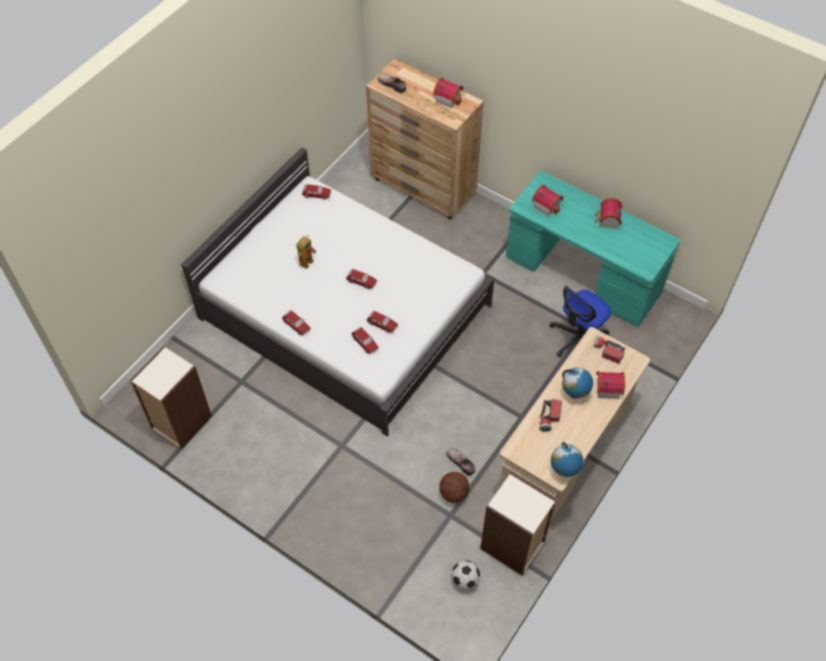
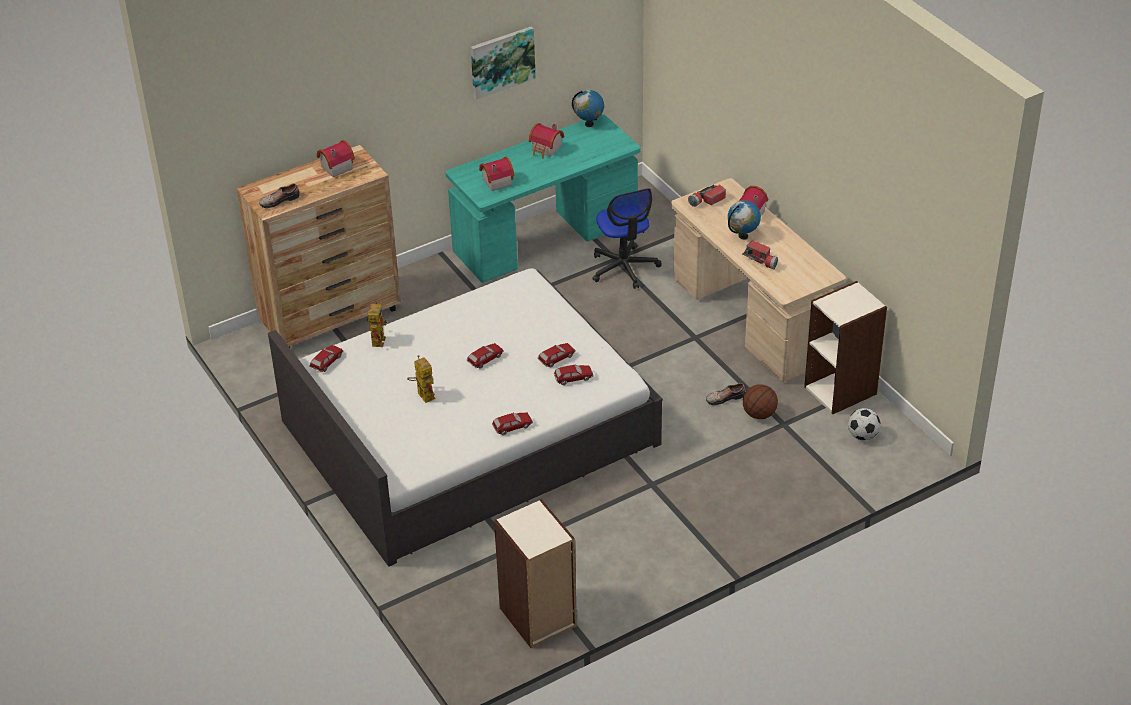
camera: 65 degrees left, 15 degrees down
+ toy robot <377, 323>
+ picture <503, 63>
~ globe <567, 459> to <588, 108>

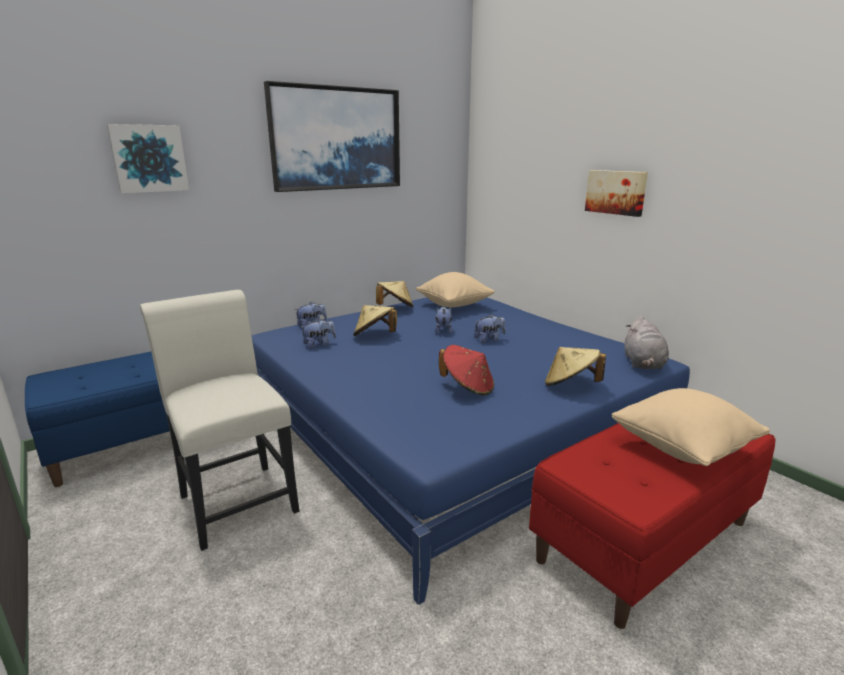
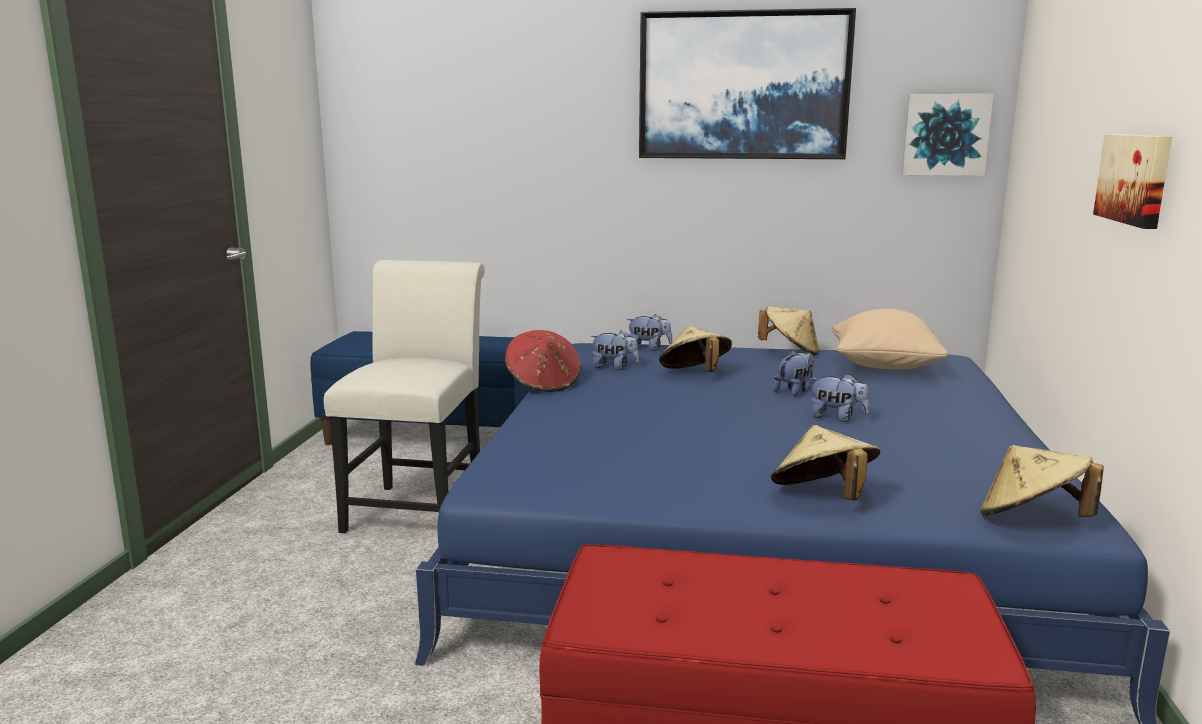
camera: 45 degrees right, 5 degrees down
- beige pillow <691, 427>
~ picture <148, 158> to <947, 135>
~ red hat <466, 370> to <543, 361>
~ grey plush toy <646, 343> to beige hat <1042, 481>

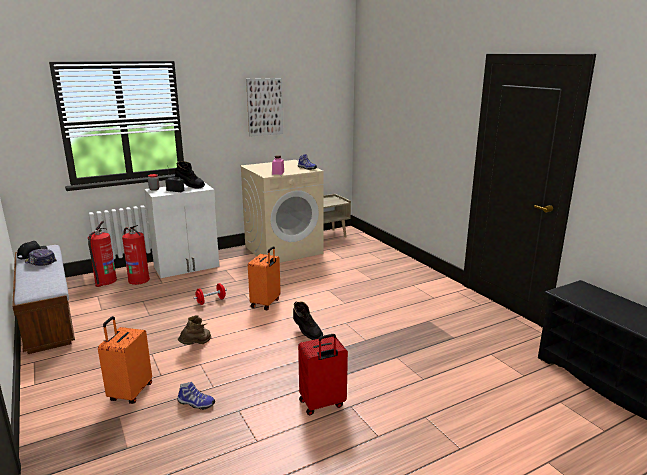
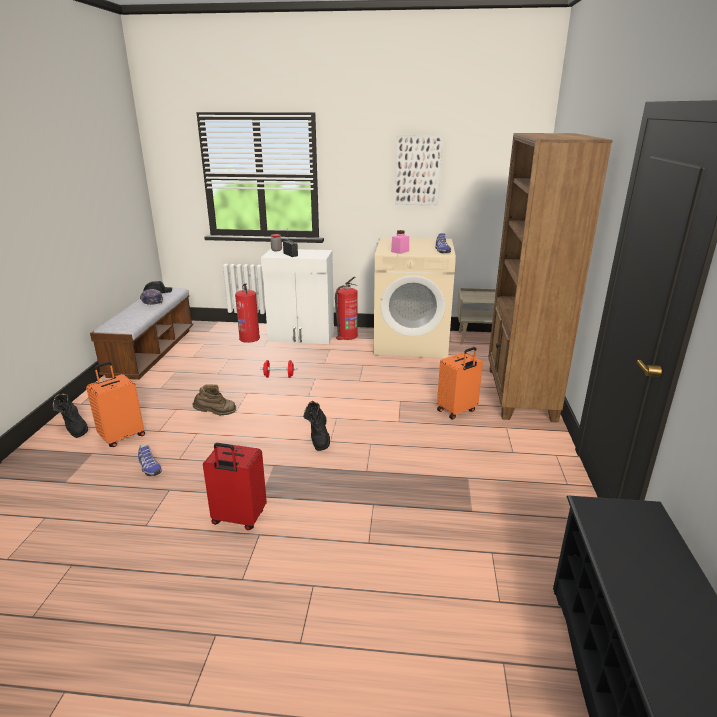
camera: 35 degrees right, 5 degrees up
+ brown bookcase <550, 277>
~ fire extinguisher <102, 254> to <346, 308>
~ black boot <190, 175> to <70, 416>
~ orange suitcase <264, 278> to <460, 383>

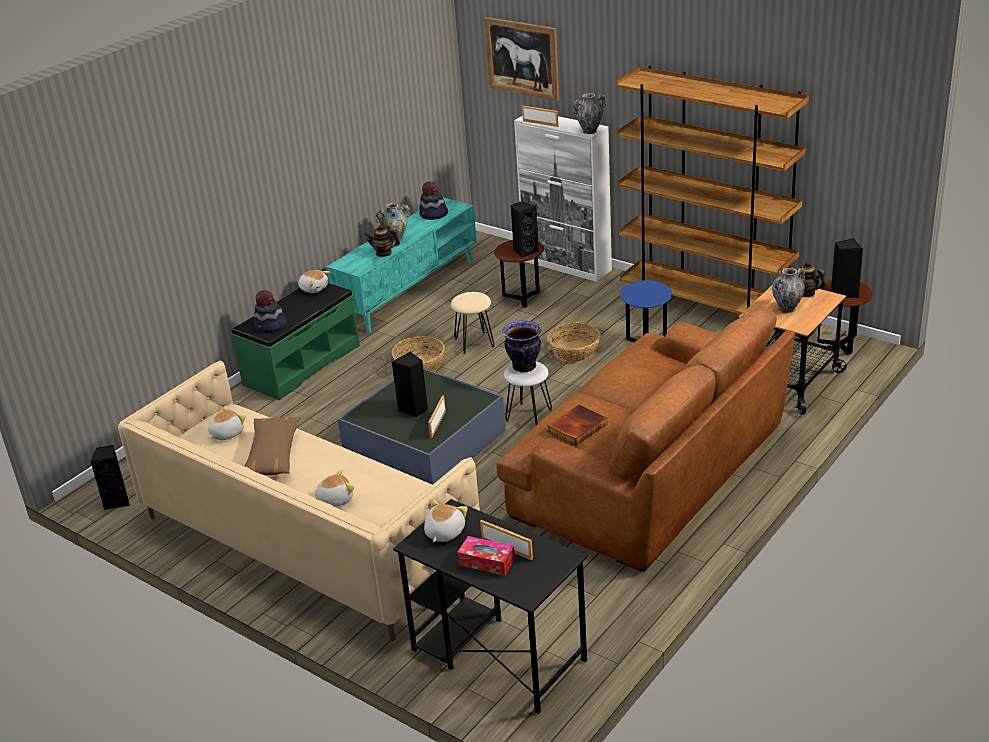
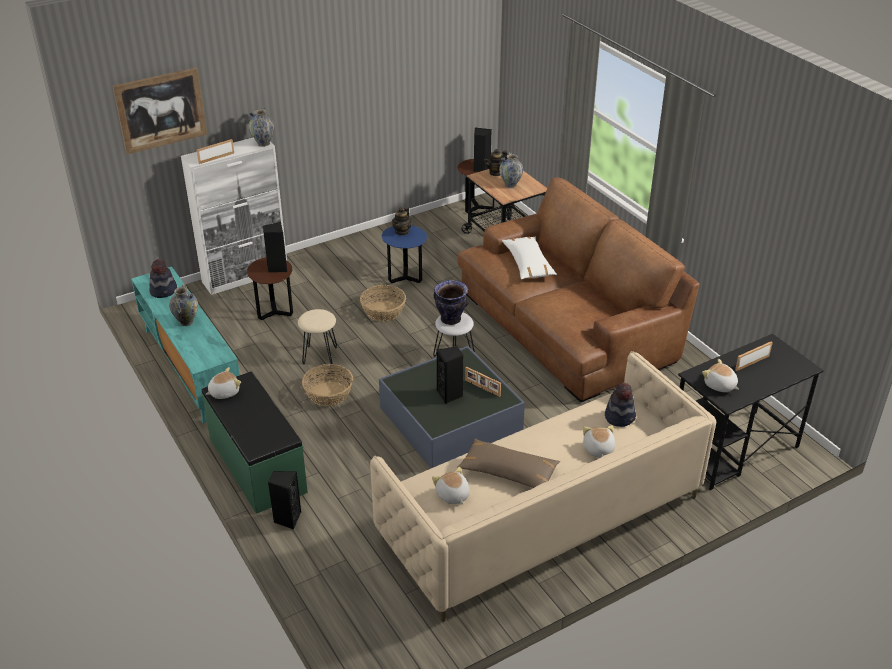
camera: 70 degrees left, 5 degrees up
- tissue box <486, 556>
- book <577, 425>
- brown bookcase <712, 190>
+ white pillow <529, 258>
~ black speaker <110, 478> to <284, 500>
~ hat <270, 311> to <620, 405>
~ teapot <382, 241> to <401, 221>

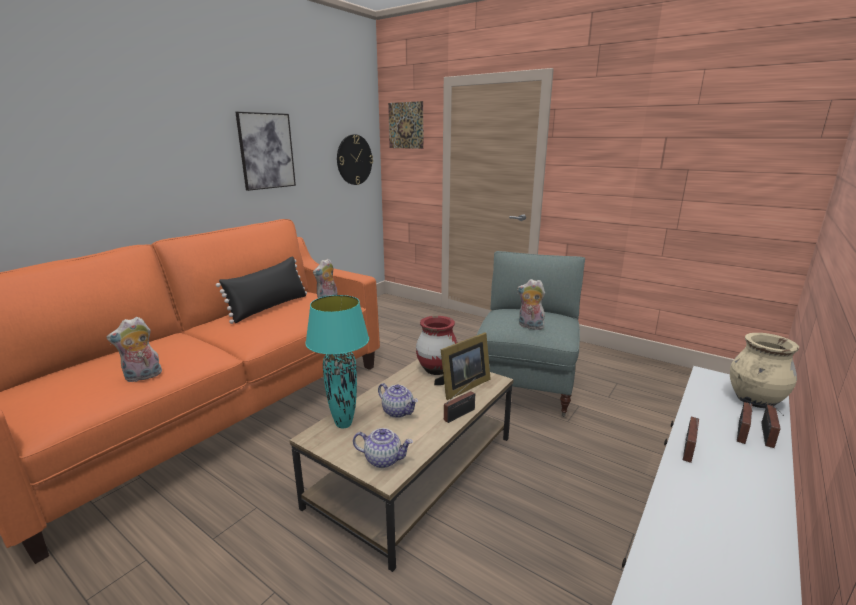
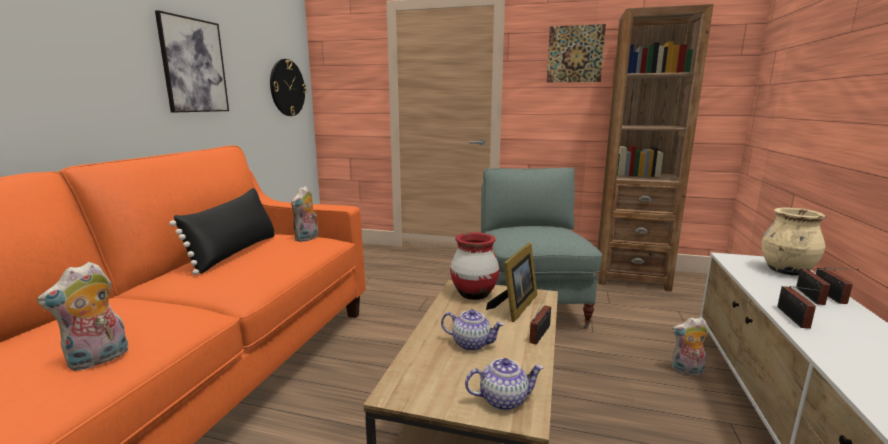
camera: 20 degrees left, 5 degrees down
- turquoise table lamp <337, 362>
+ brown bookcase <655, 148>
~ picture <405, 125> to <576, 53>
~ plush toy <531, 304> to <690, 347>

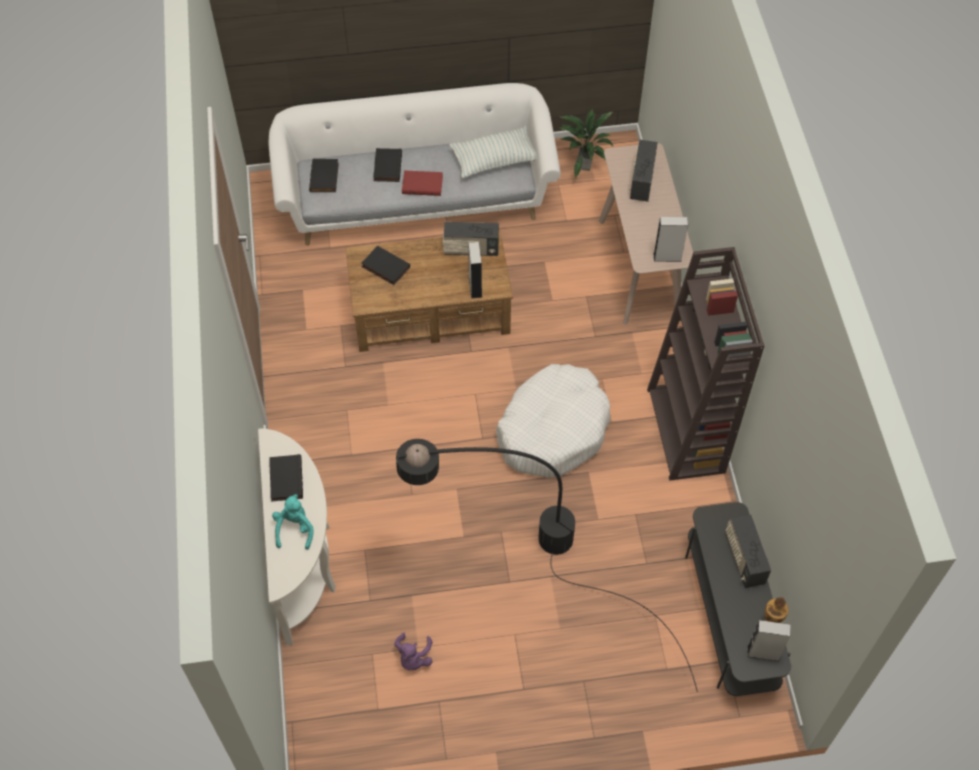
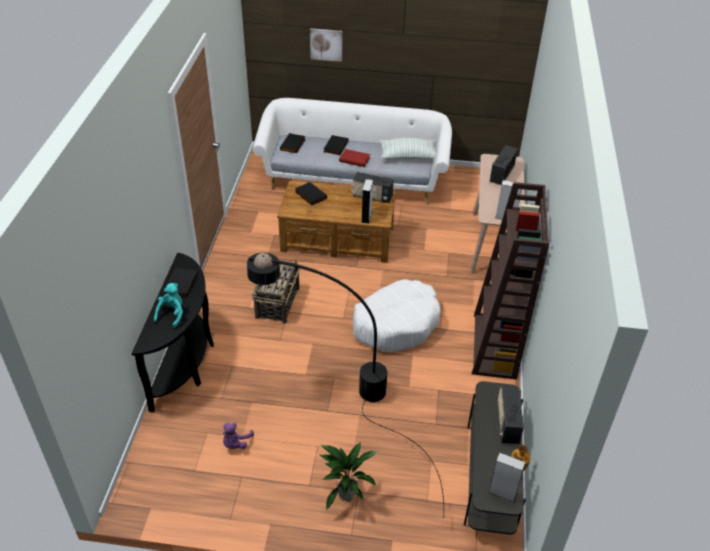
camera: 15 degrees right, 15 degrees down
+ basket <276, 292>
+ picture <326, 45>
~ potted plant <587, 143> to <349, 476>
~ white console table <297, 536> to black console table <173, 332>

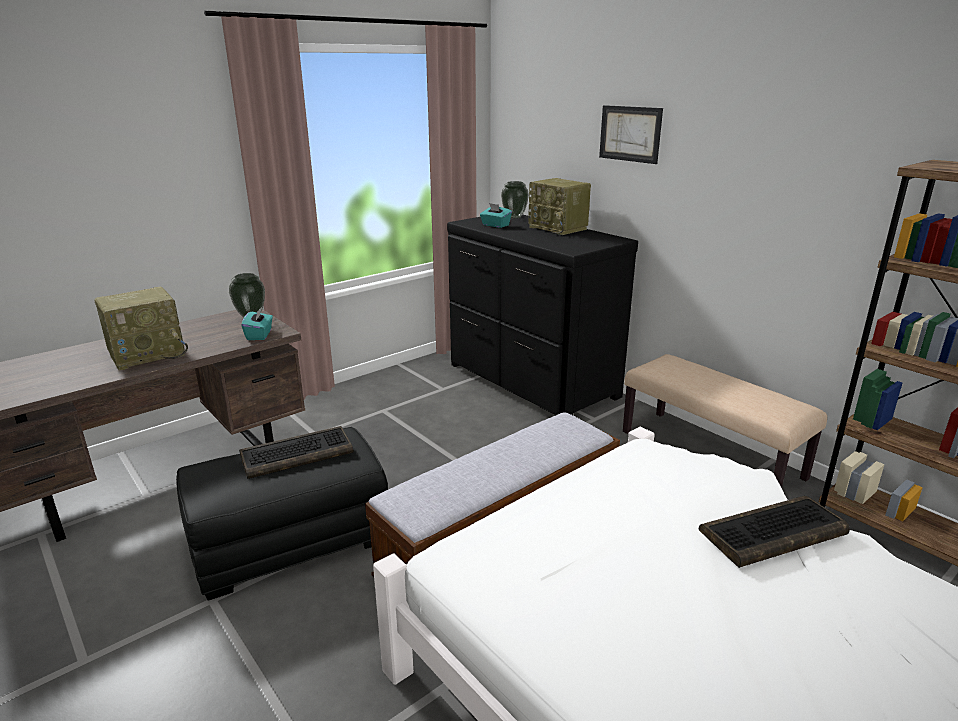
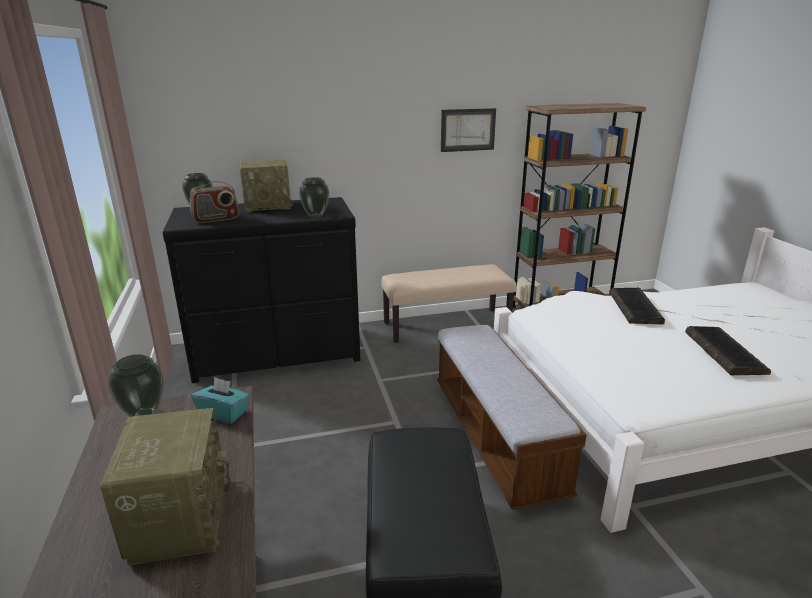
camera: 65 degrees left, 0 degrees up
+ vase <314, 197>
~ keyboard <296, 452> to <728, 350>
~ picture <631, 134> to <468, 130>
~ turquoise tissue box <496, 215> to radio <214, 202>

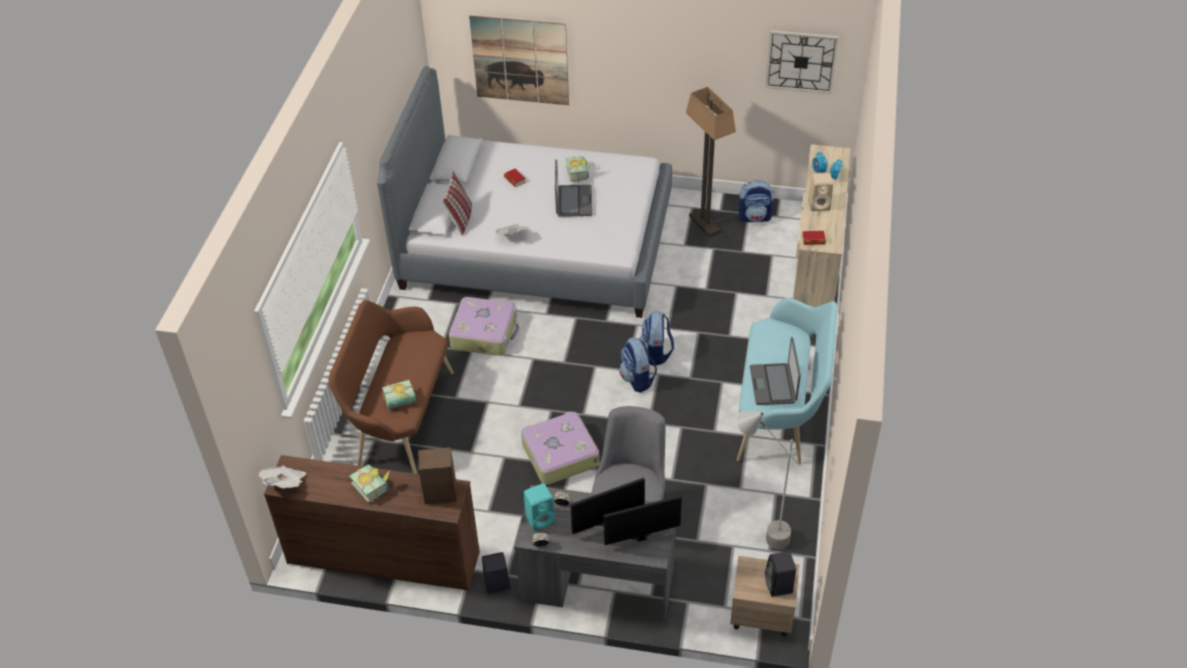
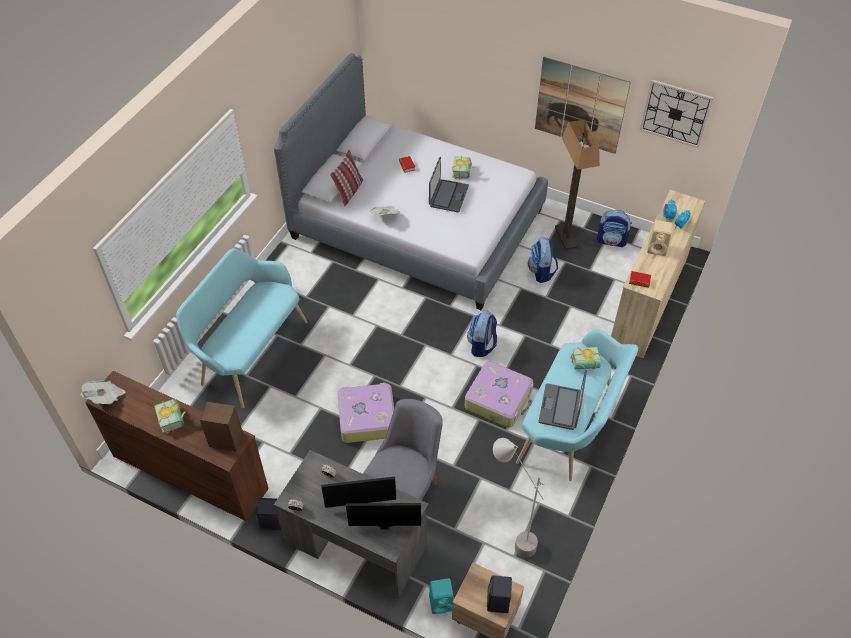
camera: 15 degrees right, 5 degrees up
~ book <399, 394> to <586, 358>
~ suitcase <484, 326> to <499, 394>
~ picture <519, 60> to <583, 105>
~ turquoise speaker <540, 507> to <441, 596>
~ backpack <638, 365> to <543, 260>
~ brown bench <391, 387> to turquoise bench <241, 328>

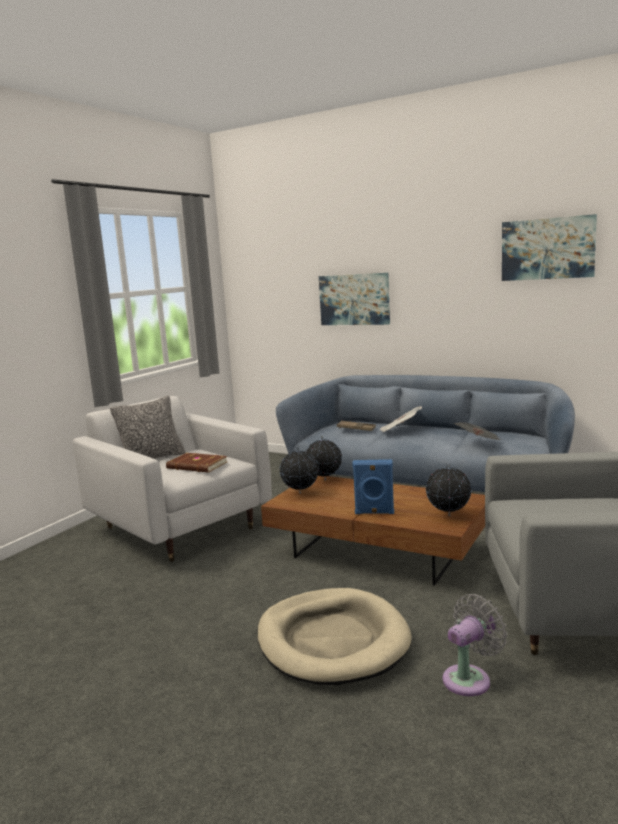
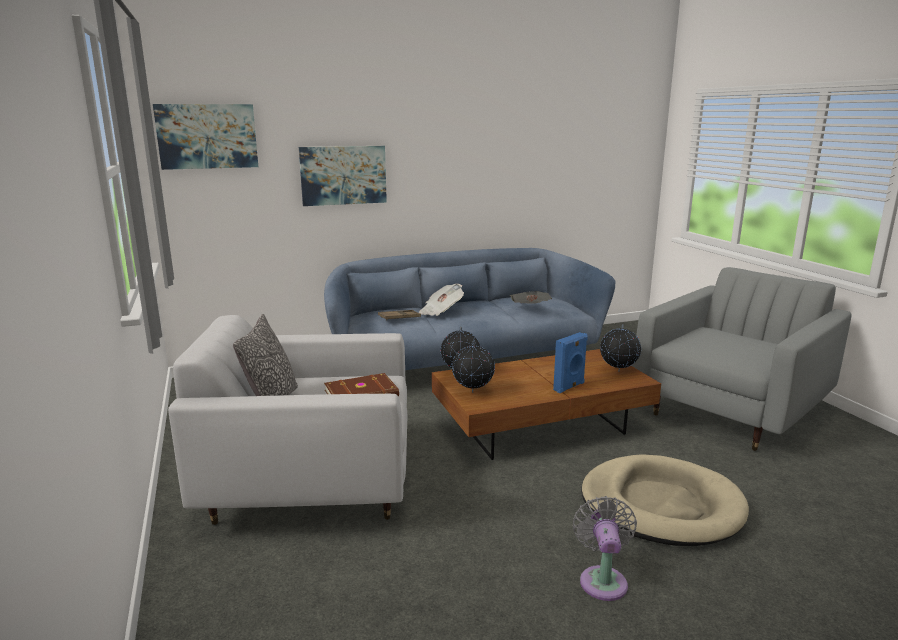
camera: 50 degrees left, 5 degrees up
~ grey fan <475, 645> to <605, 548>
~ picture <549, 247> to <205, 137>

